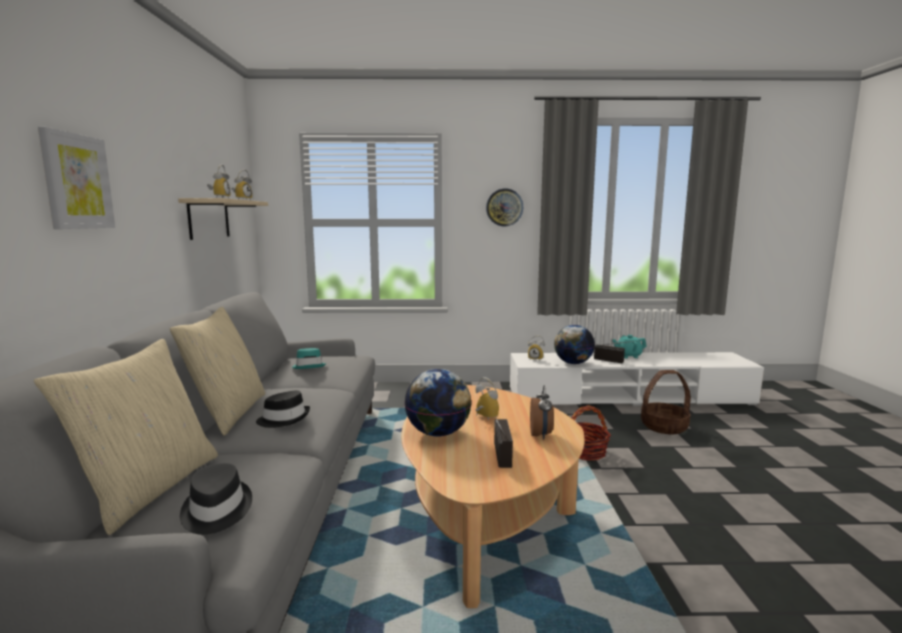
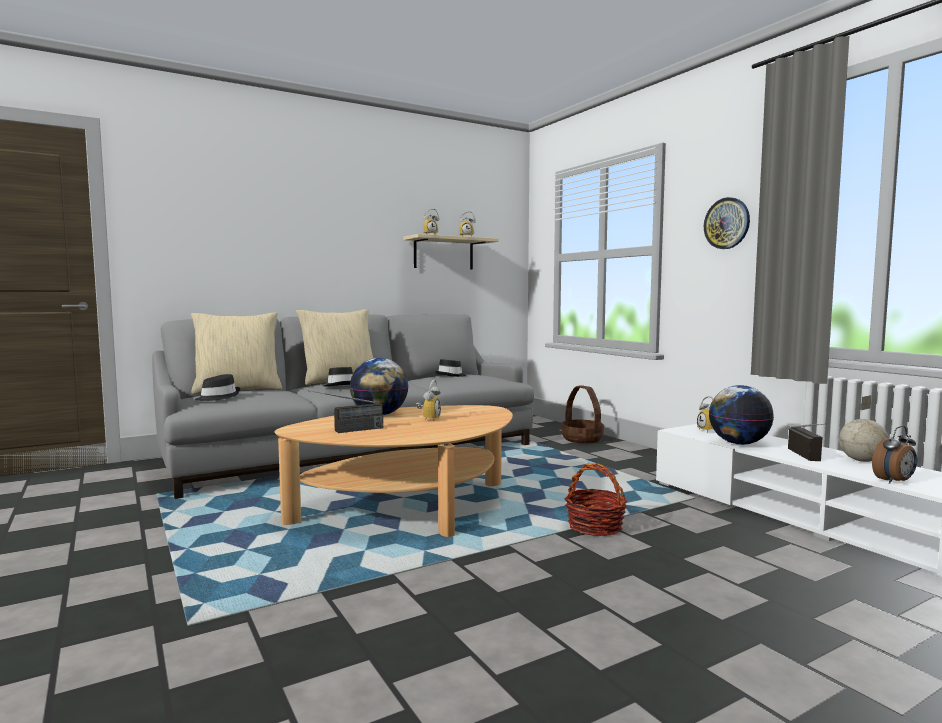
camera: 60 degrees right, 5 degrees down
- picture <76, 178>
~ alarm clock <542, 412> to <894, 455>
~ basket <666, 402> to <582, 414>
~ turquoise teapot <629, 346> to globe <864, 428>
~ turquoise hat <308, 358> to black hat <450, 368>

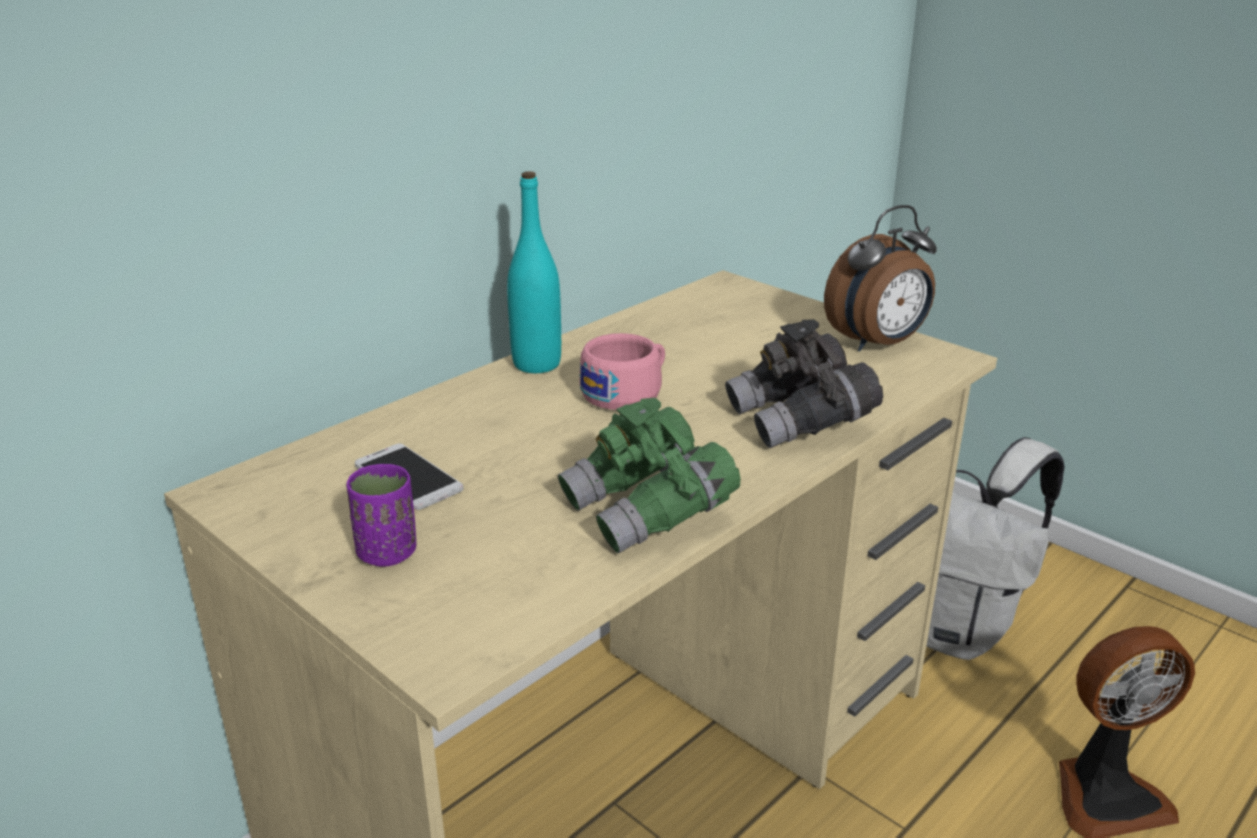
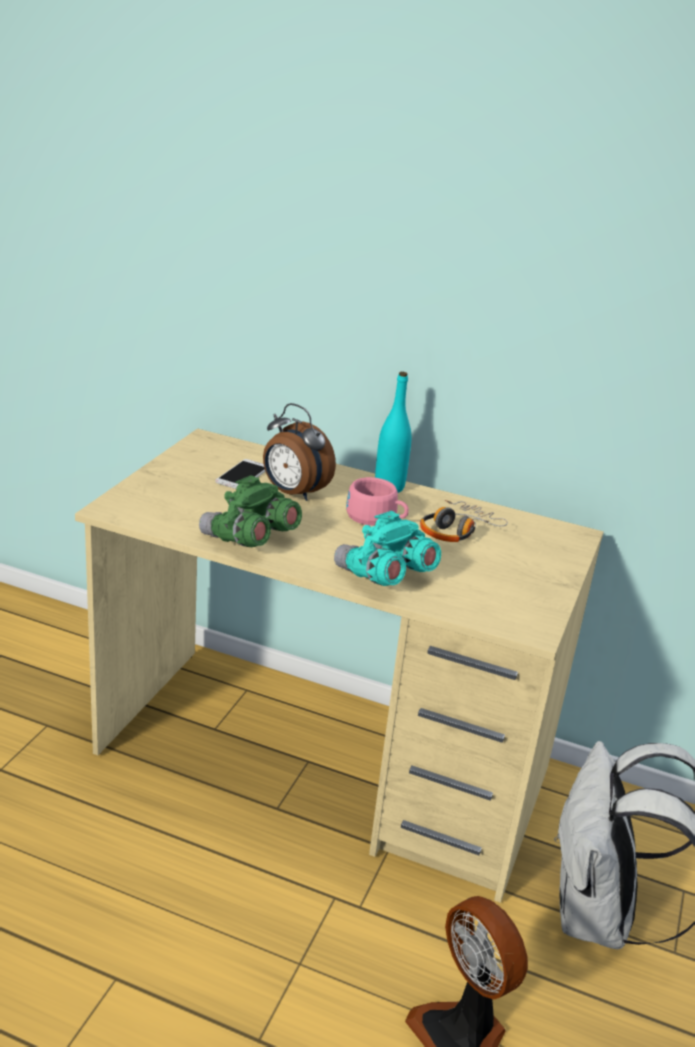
camera: 65 degrees right, 0 degrees up
- purple cup <381, 515>
+ headphones <464, 521>
~ alarm clock <880, 278> to <299, 452>
~ grey binoculars <804, 383> to turquoise binoculars <387, 548>

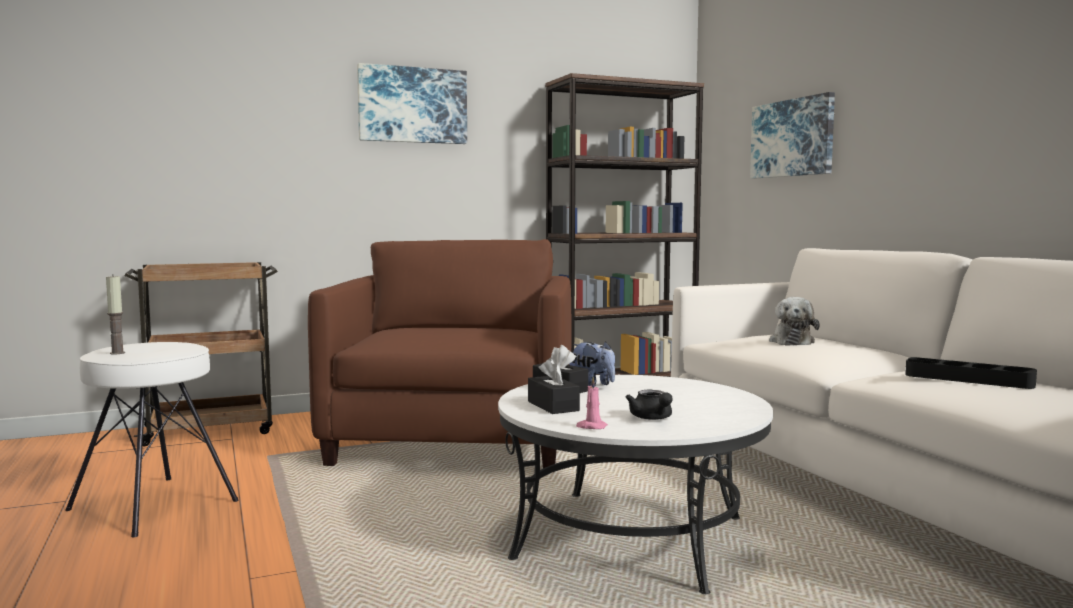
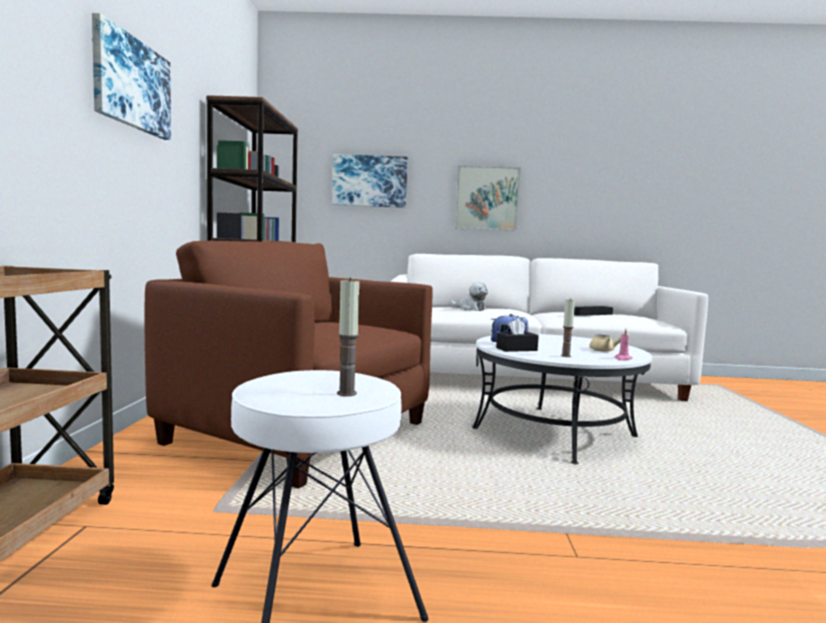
camera: 65 degrees left, 0 degrees up
+ picture <488, 198>
~ black tissue box <554, 386> to candle <568, 328>
~ black teapot <649, 405> to beige teapot <609, 342>

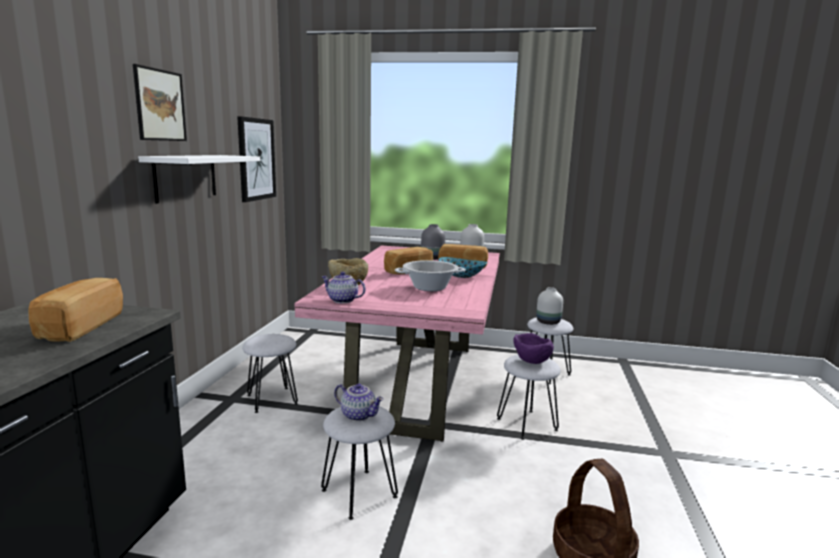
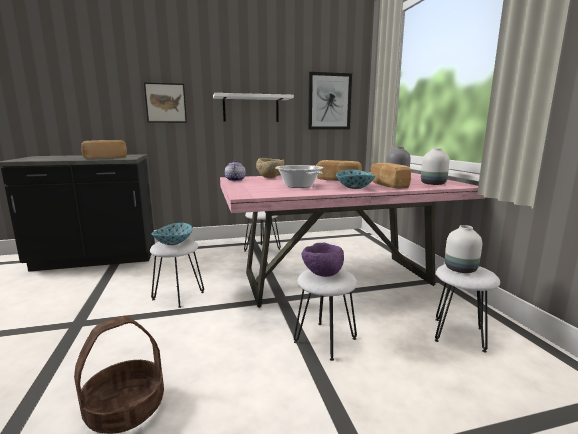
camera: 65 degrees right, 0 degrees up
~ picture <160, 102> to <165, 102>
~ teapot <359, 402> to bowl <172, 234>

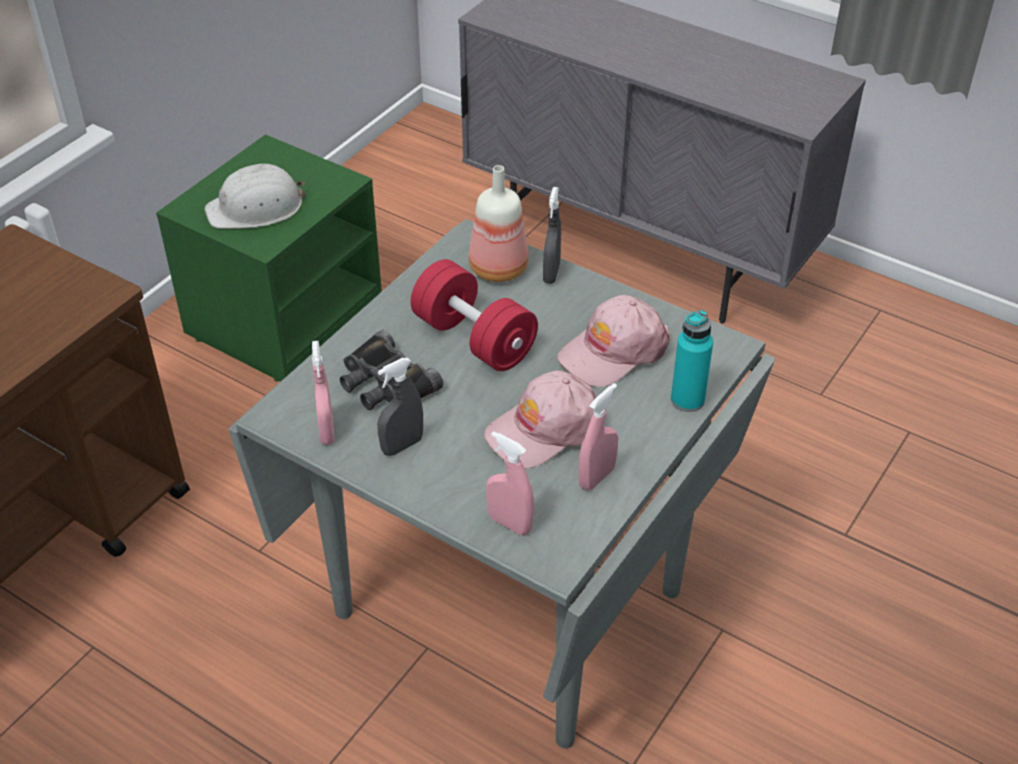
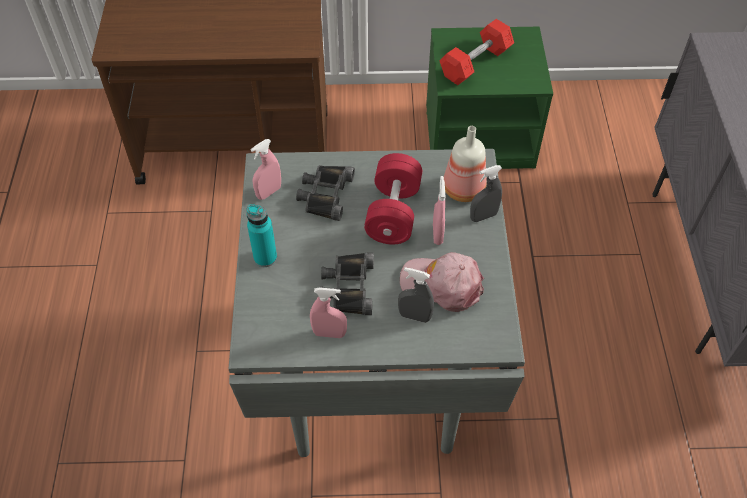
camera: 55 degrees right, 10 degrees up
~ grey spray bottle <400, 407> to <416, 295>
~ pink spray bottle <510, 483> to <439, 210>
~ turquoise bottle <692, 361> to <261, 235>
~ white hard hat <255, 196> to red dumbbell <477, 52>
~ pink cap <545, 420> to black binoculars <347, 283>

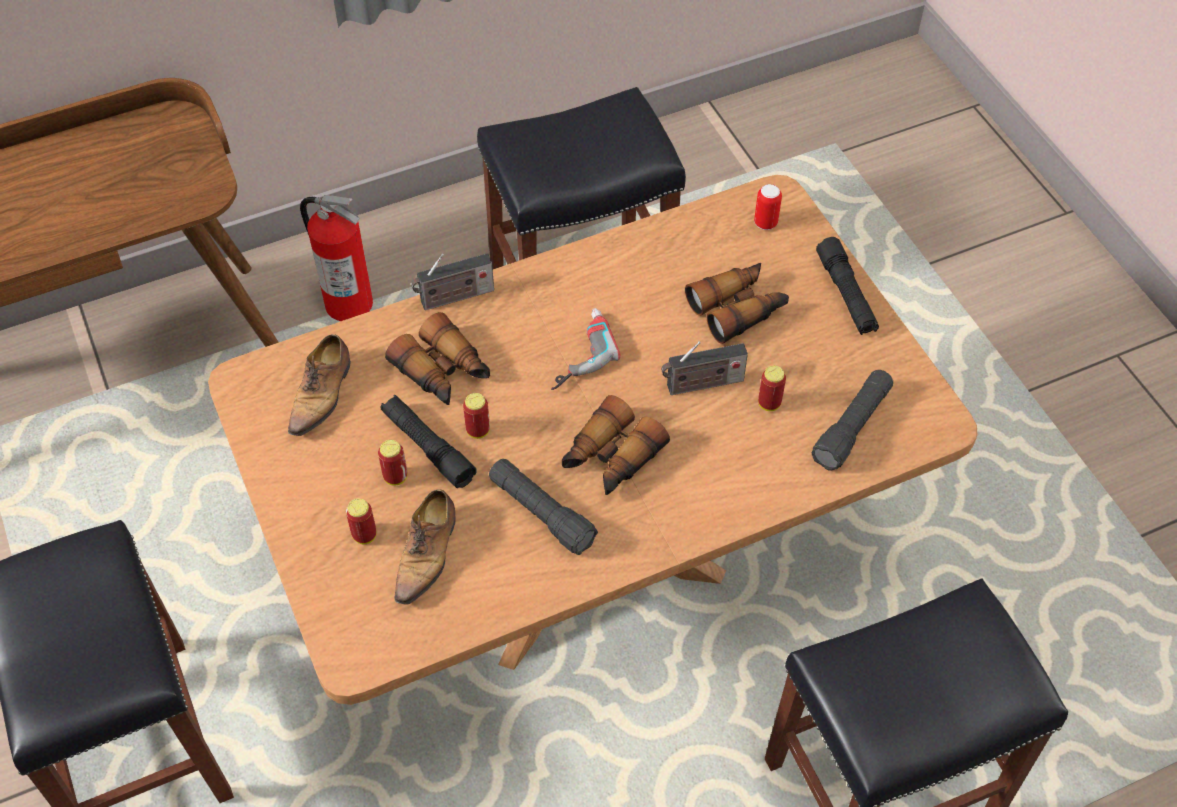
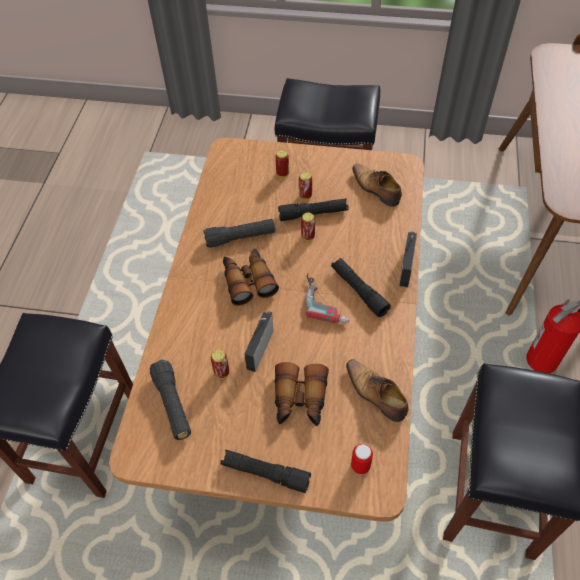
camera: 125 degrees right, 0 degrees up
- binoculars <437, 358>
+ black flashlight <361, 287>
~ shoe <425, 547> to <377, 390>

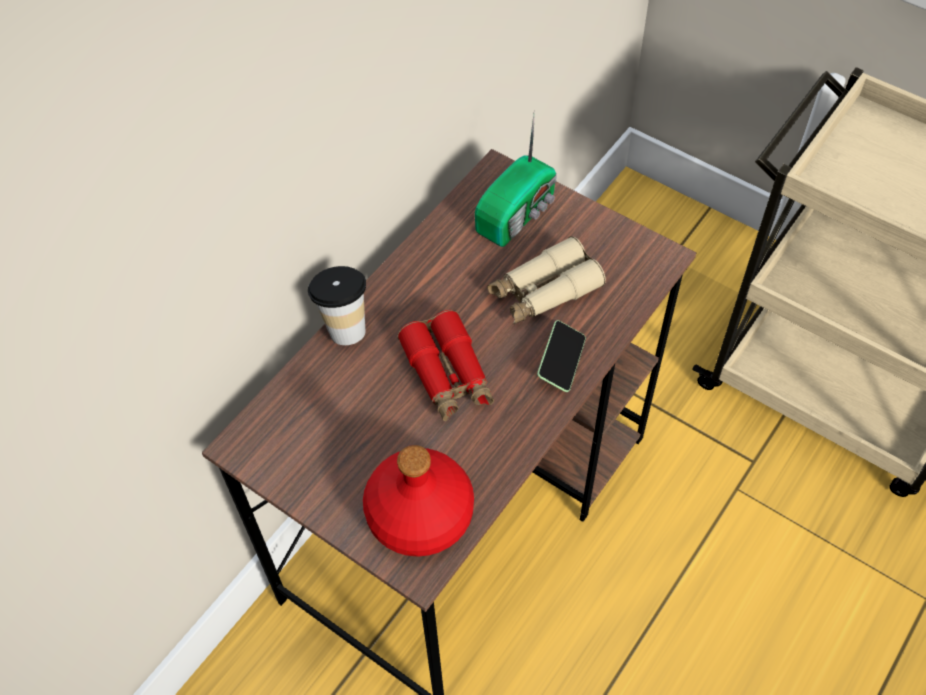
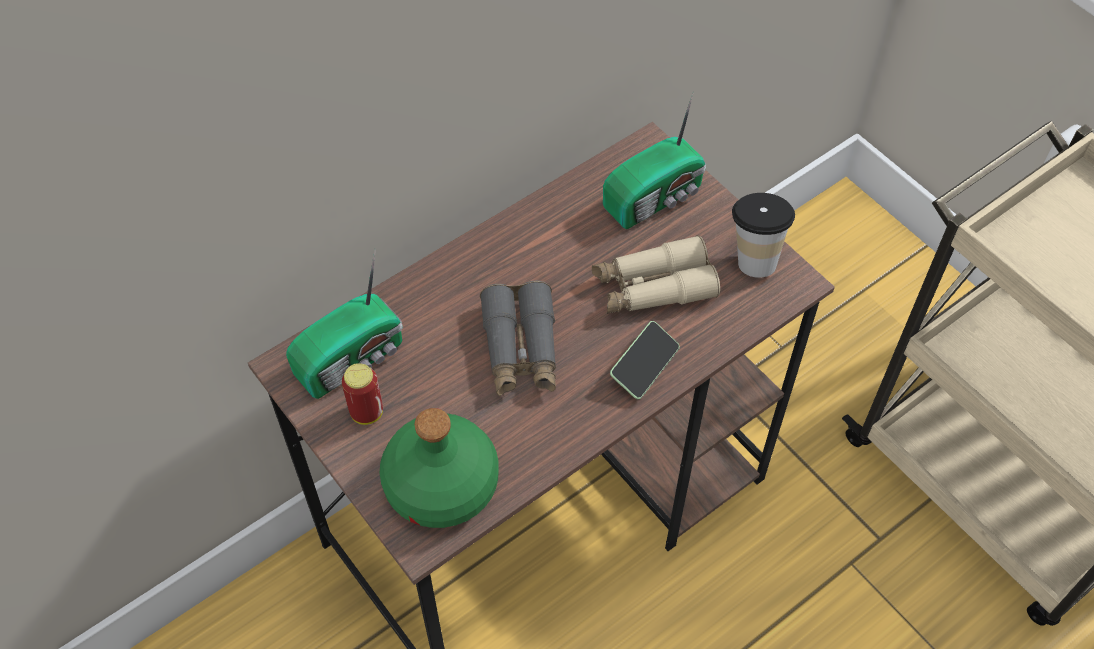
camera: 15 degrees right, 0 degrees up
+ radio <344, 323>
+ can <362, 394>
~ cup <337, 305> to <763, 235>
~ red bottle <418, 501> to green bottle <439, 468>
~ red binoculars <445, 365> to grey binoculars <518, 338>

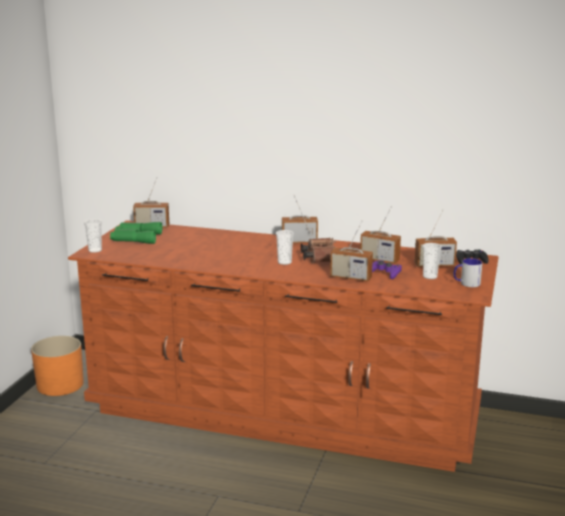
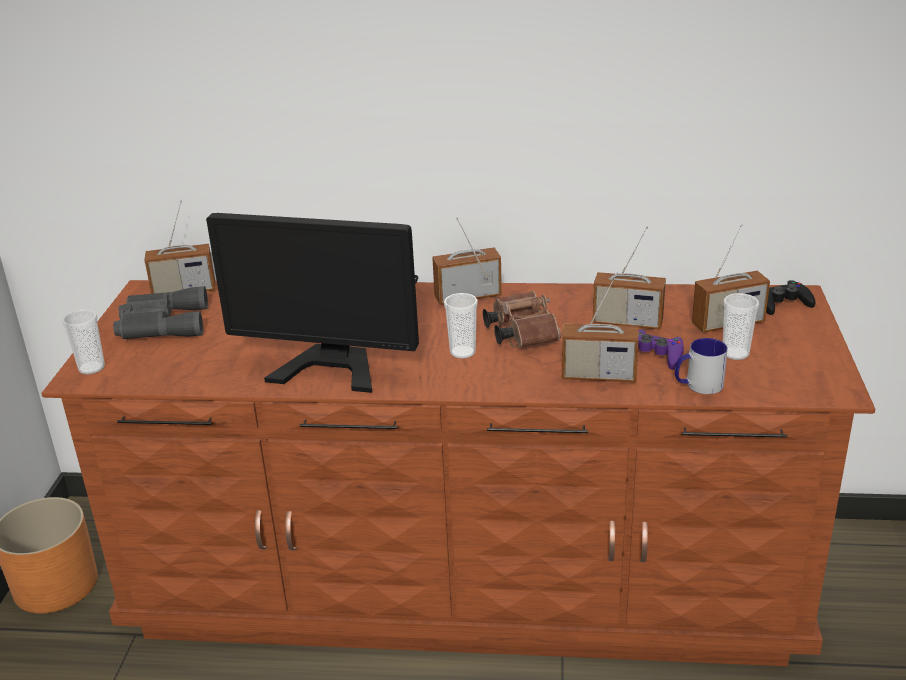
camera: 10 degrees left, 10 degrees up
+ monitor <312, 303>
~ mug <468, 272> to <701, 366>
~ green binoculars <136, 233> to grey binoculars <160, 312>

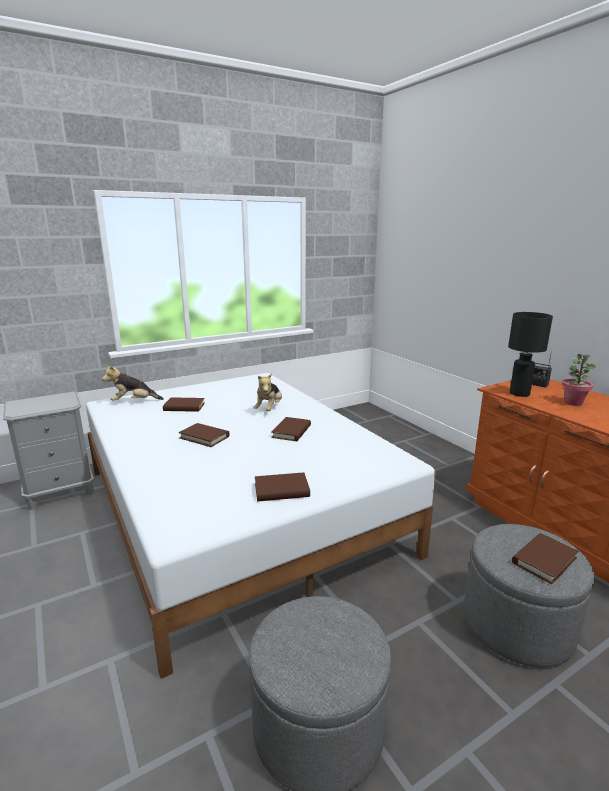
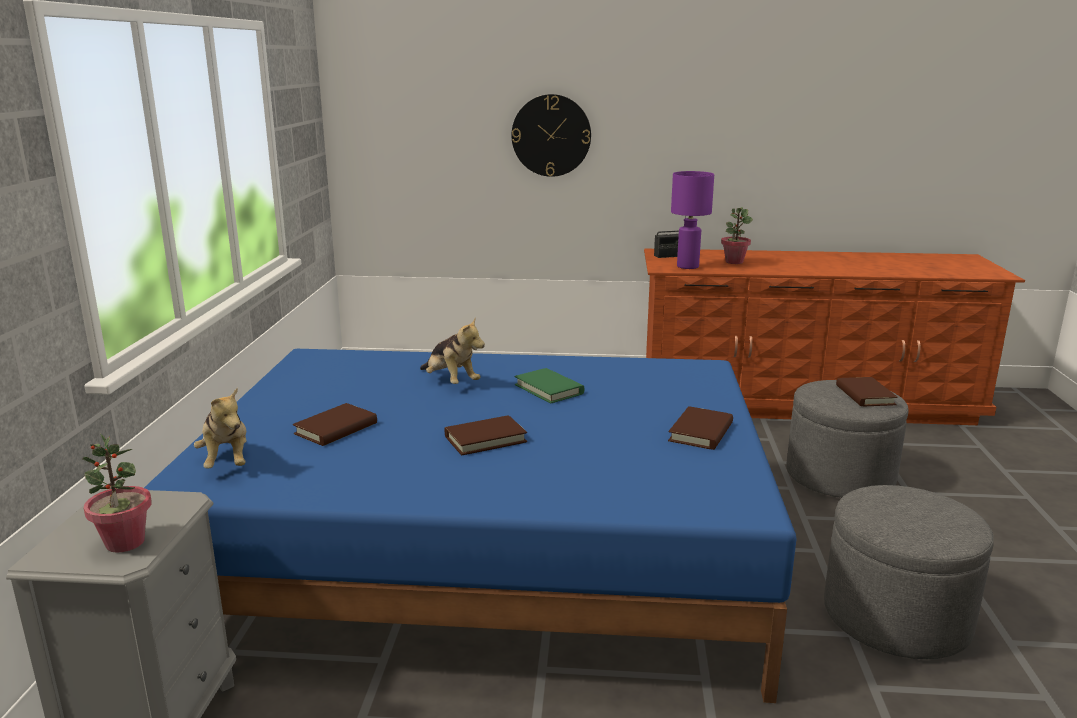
camera: 55 degrees left, 0 degrees up
+ potted plant <117, 493>
+ wall clock <551, 135>
~ white bed <260, 526> to blue bed <470, 526>
~ brown book <291, 429> to green book <549, 386>
~ black table lamp <530, 354> to purple table lamp <692, 220>
~ plush toy <133, 383> = <220, 428> 45 degrees counterclockwise

